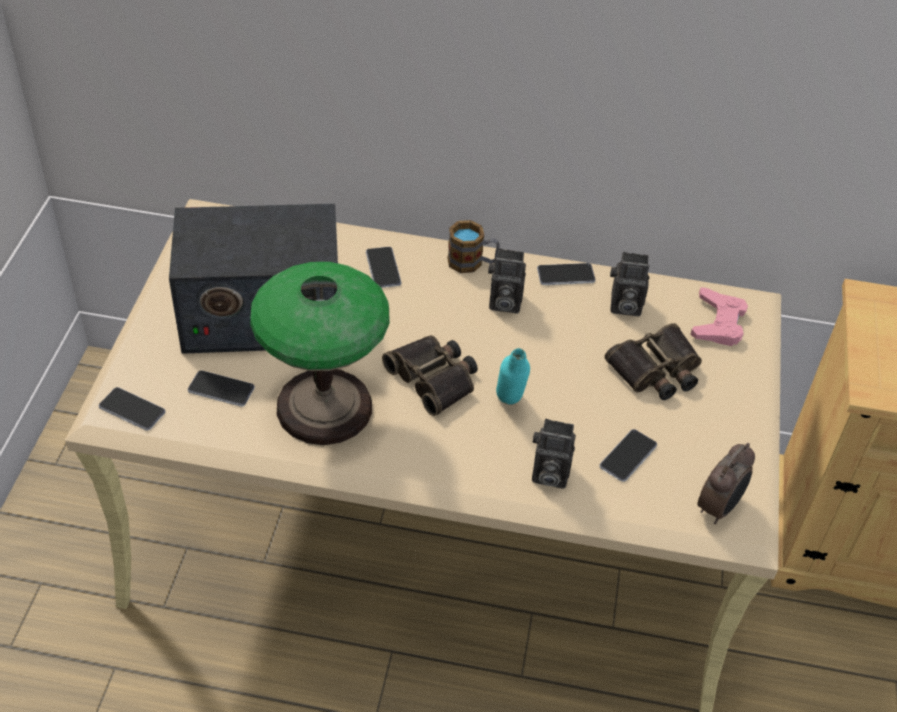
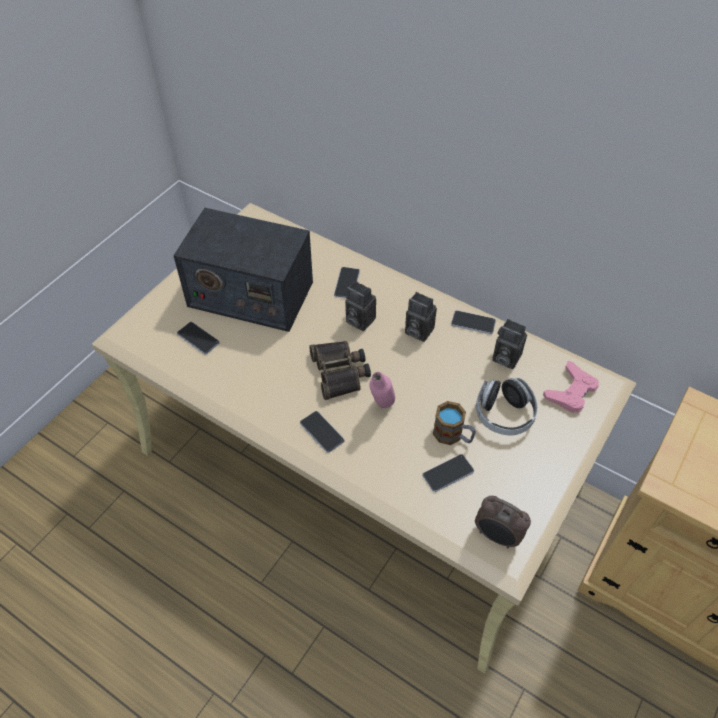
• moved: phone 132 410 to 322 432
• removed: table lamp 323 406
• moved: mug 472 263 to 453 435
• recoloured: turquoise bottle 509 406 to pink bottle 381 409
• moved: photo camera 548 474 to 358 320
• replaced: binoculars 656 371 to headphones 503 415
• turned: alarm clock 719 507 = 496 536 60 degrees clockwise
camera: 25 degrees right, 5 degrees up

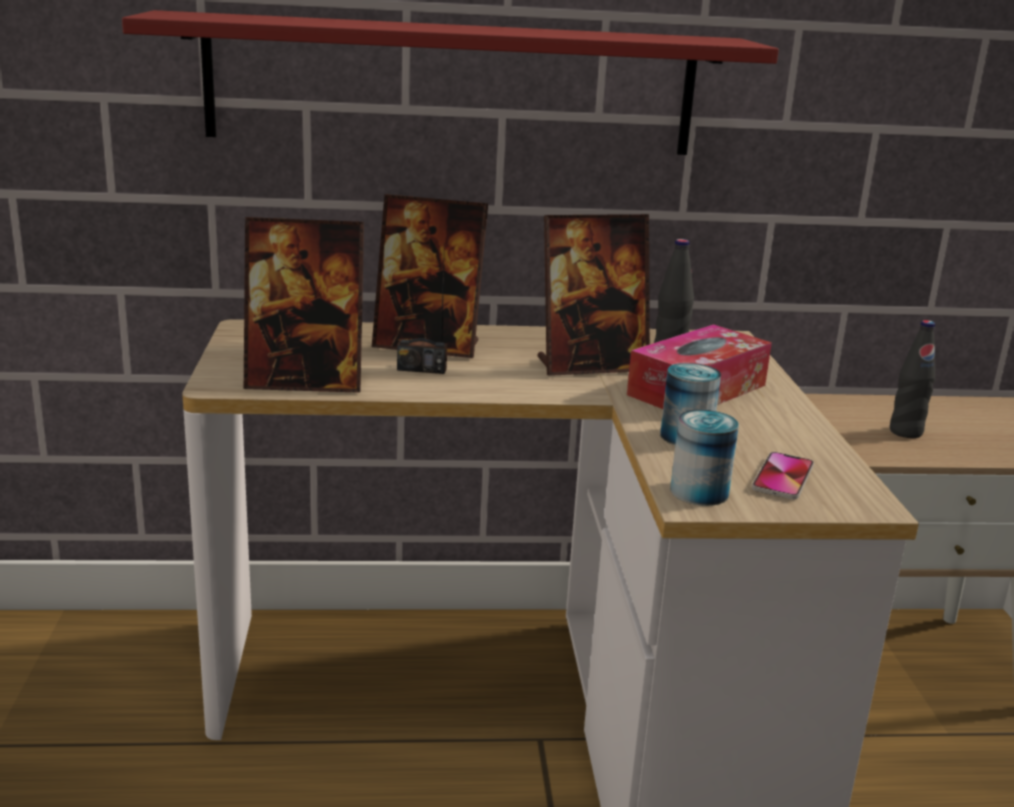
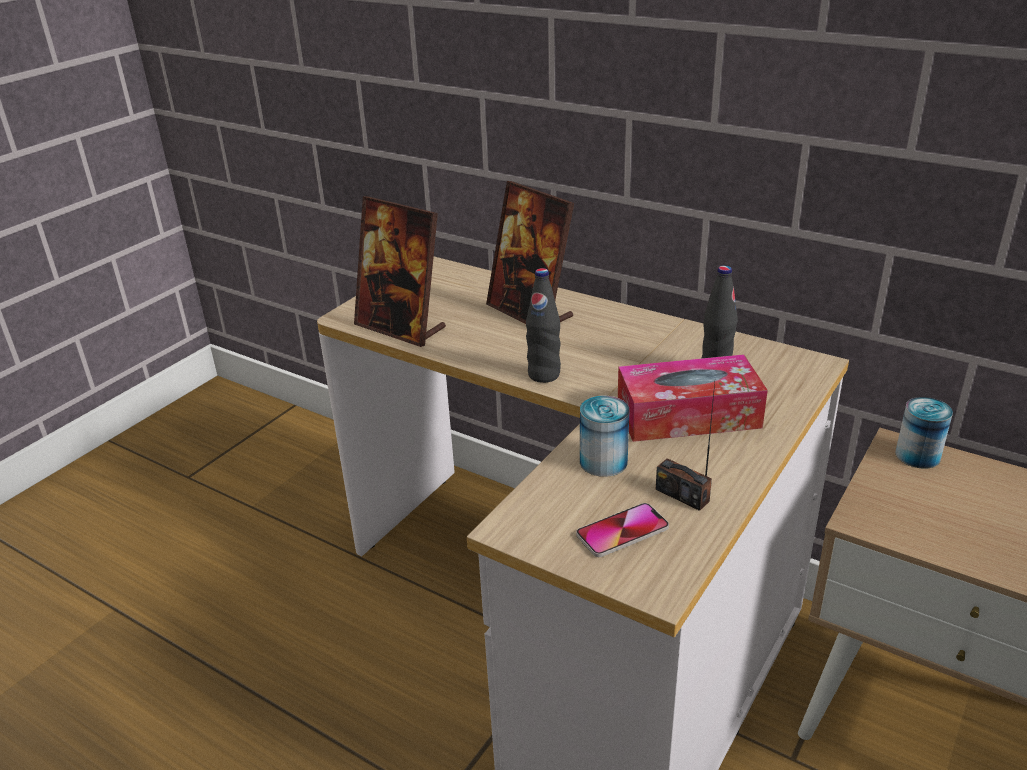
• removed: red shelf 452 86
• moved: radio 422 369 to 682 495
• removed: picture frame 591 366
• moved: can 699 492 to 917 455
• moved: black bottle 905 432 to 544 375
camera: 40 degrees right, 10 degrees up

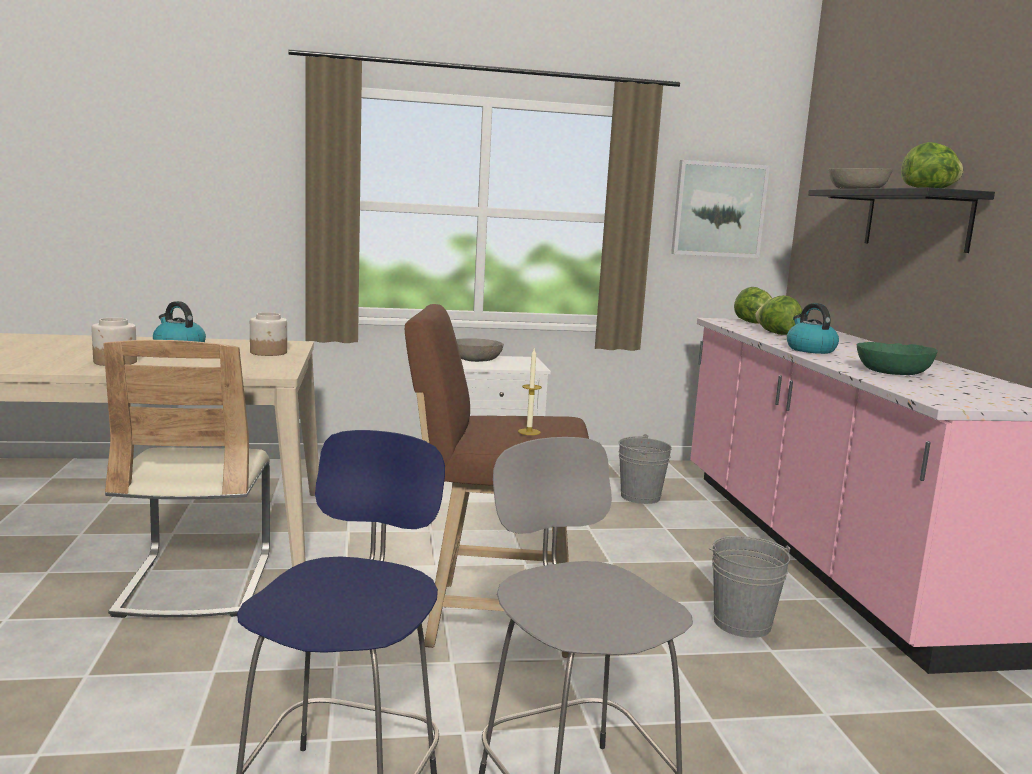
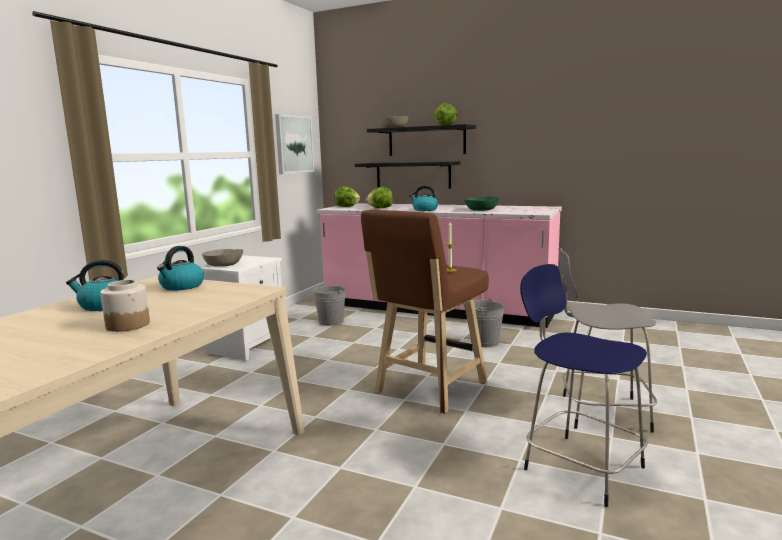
• removed: beige chair 196 583
• replaced: jar 269 352 to kettle 182 286
• added: black shelf 413 175
camera: 55 degrees left, 0 degrees up

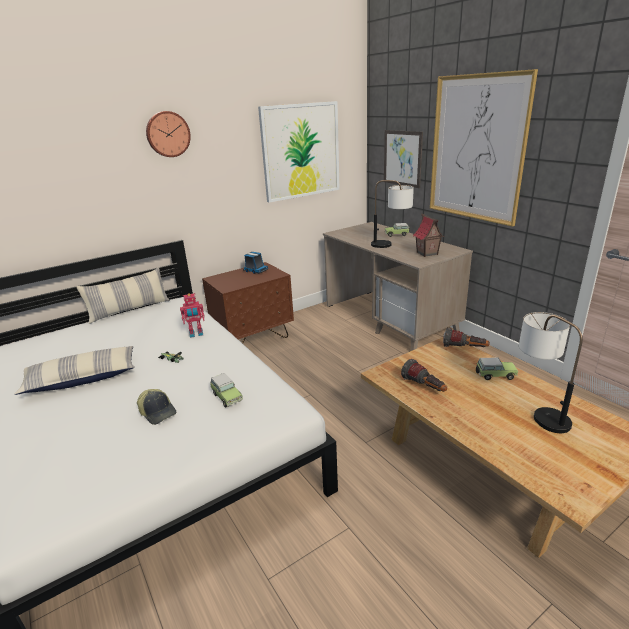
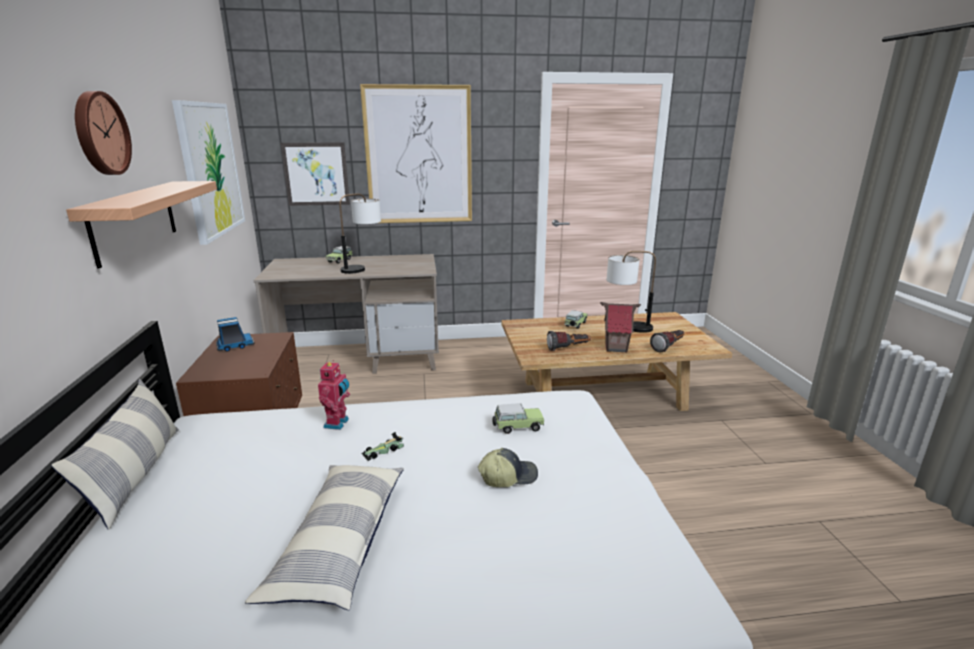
• moved: toy house 427 253 to 616 348
• moved: flashlight 465 348 to 669 347
• added: shelf 134 220
camera: 65 degrees left, 5 degrees down

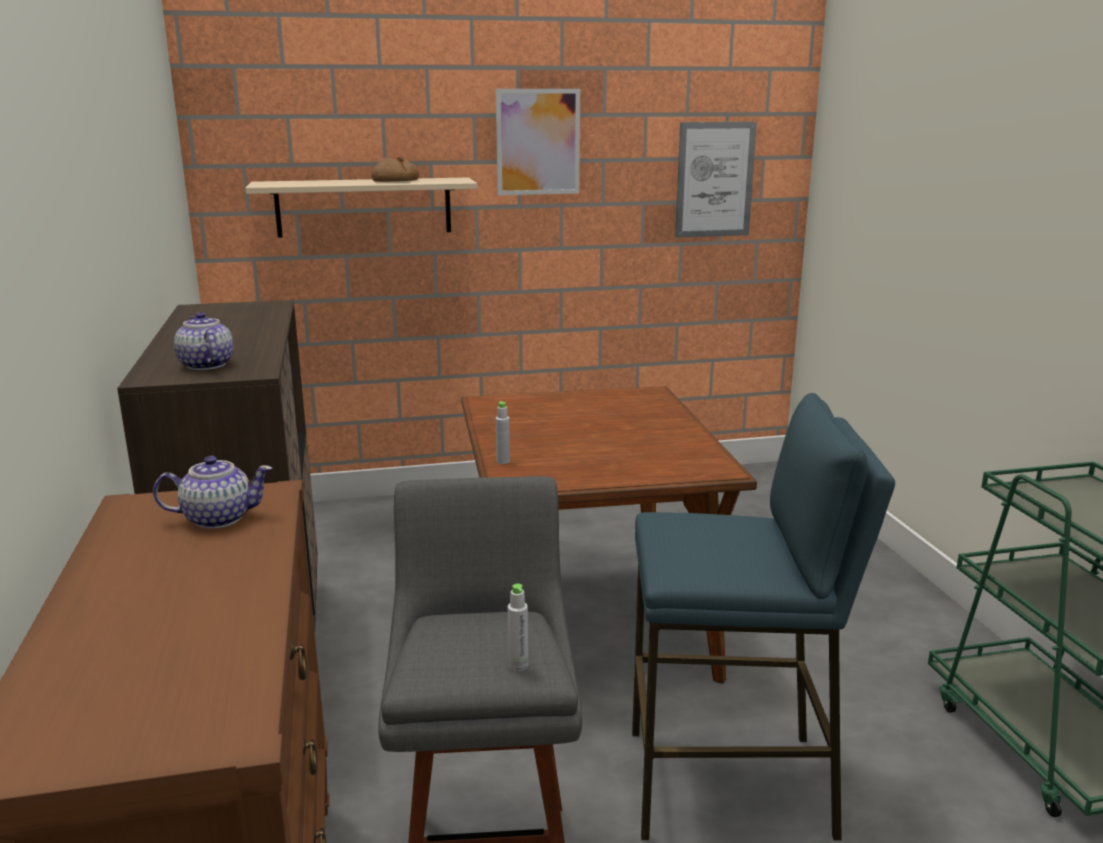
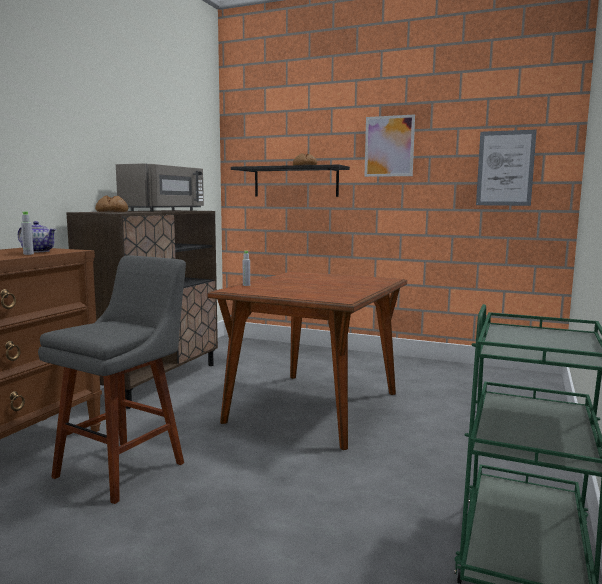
• replaced: teapot 206 365 to bread 112 212
• recoloured: beige shelf 364 207 to black shelf 295 182
• moved: grey bottle 518 665 to 28 254
• removed: blue stool 730 784
• added: grey microwave 165 210
camera: 35 degrees right, 10 degrees down

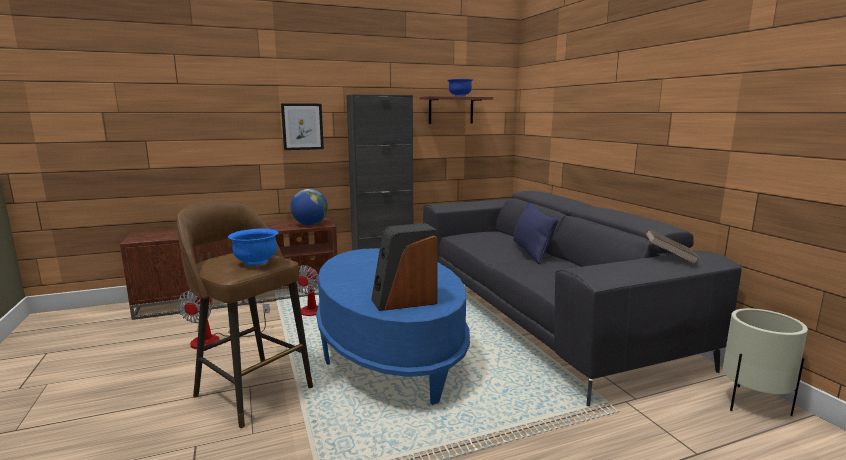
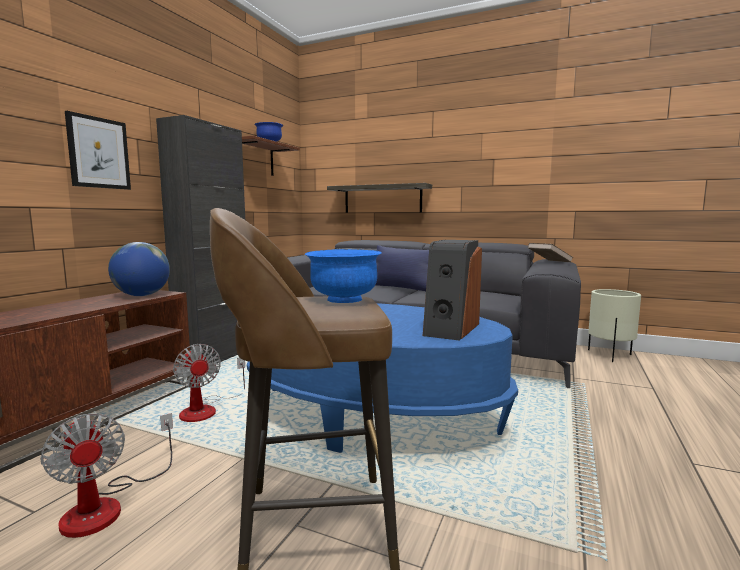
• added: shelf 382 199
camera: 45 degrees left, 5 degrees down

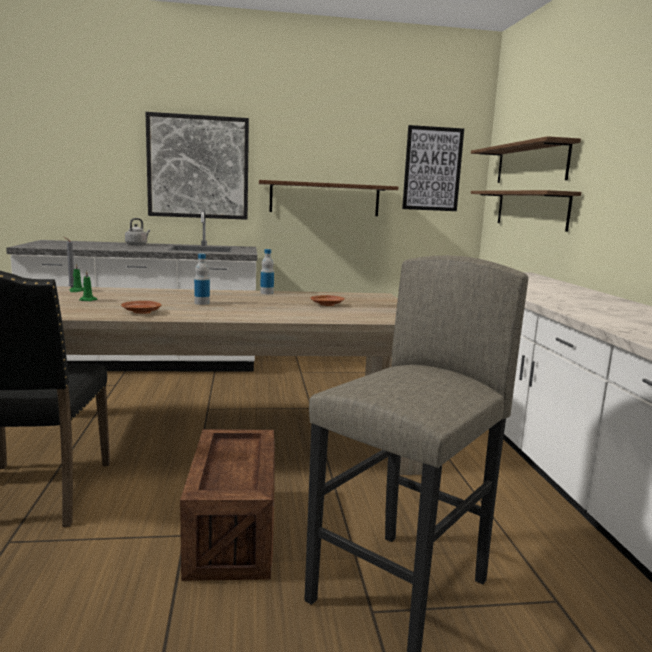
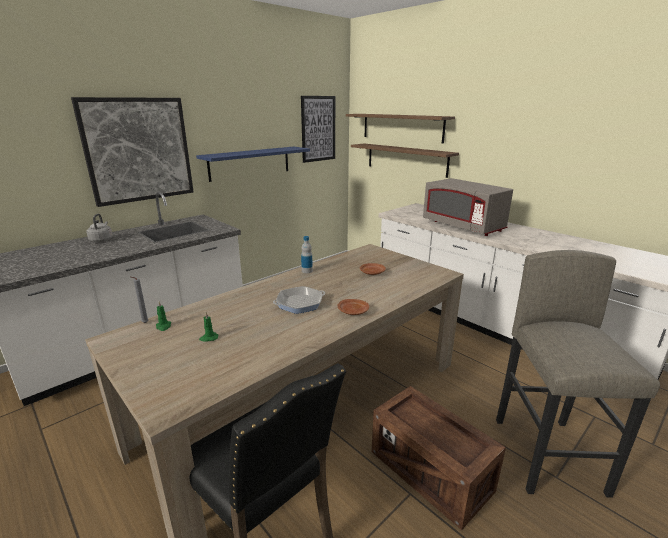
• moved: brown plate 141 312 to 353 312
• replaced: bottle 202 303 to frying pan 299 303
• recoloured: brown shelf 324 198 to blue shelf 250 163
• added: grey microwave 463 226
camera: 35 degrees left, 10 degrees up

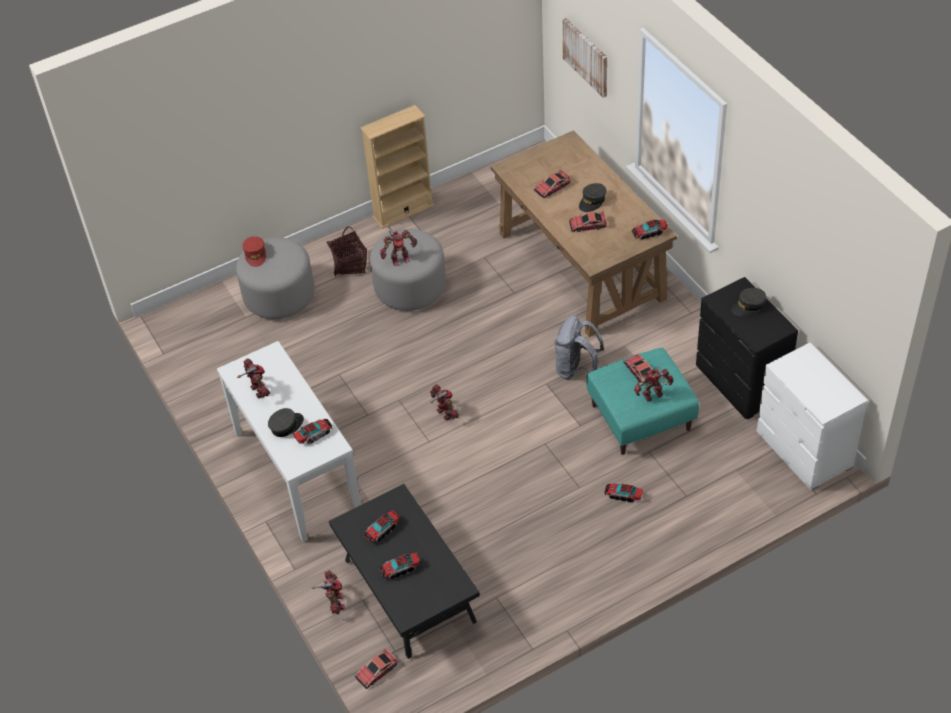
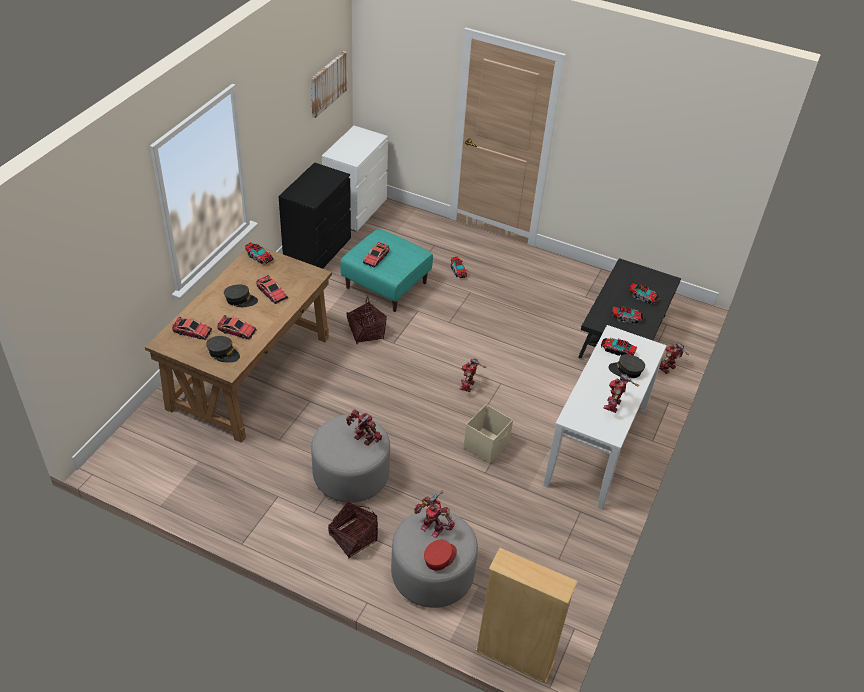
• moved: toy car 376 671 to 192 331
• moved: beige bookcase 403 211 to 514 657
• replaced: grey backpack 576 369 to basket 366 332
• moved: picture 586 56 to 328 83
• moved: toy robot 653 395 to 433 527
• moved: grey cap 748 306 to 223 353
• added: beige storage box 487 445
camera: 130 degrees left, 5 degrees down

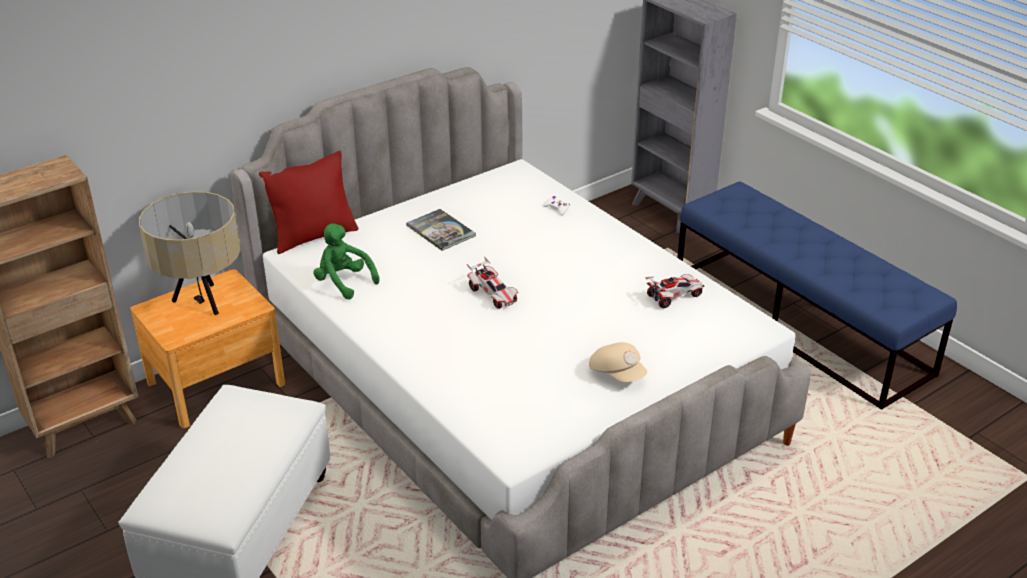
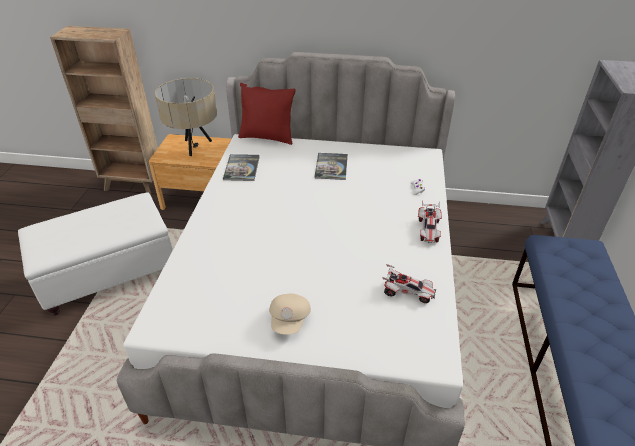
• replaced: green plush toy 343 282 to book 241 168
• moved: toy car 493 295 to 428 230
camera: 45 degrees right, 5 degrees up

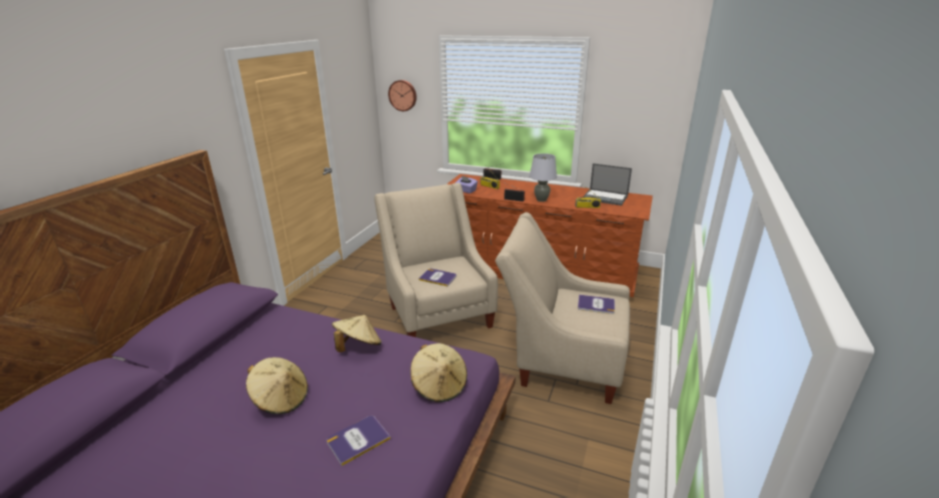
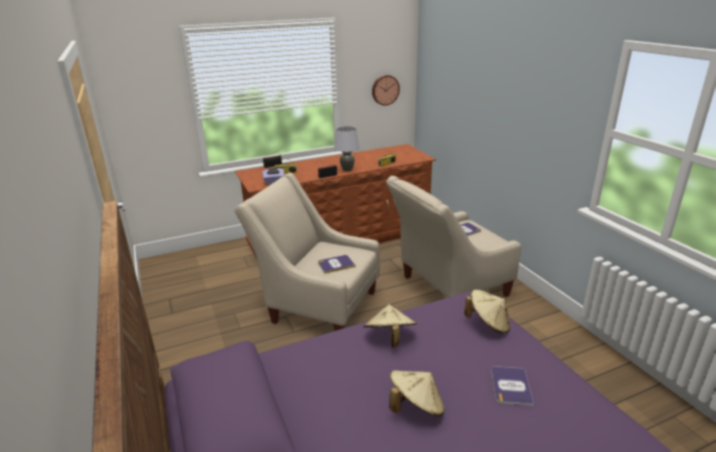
• moved: wall clock 403 95 to 385 90
• removed: laptop 605 197
camera: 45 degrees left, 0 degrees up

